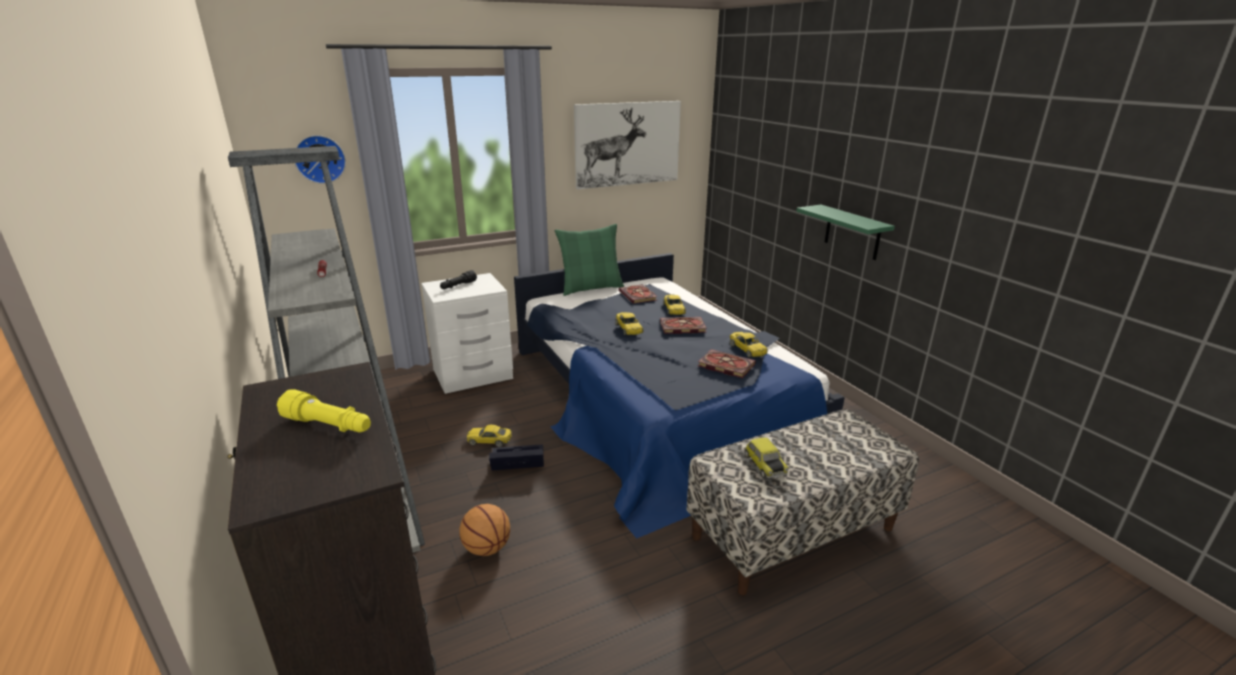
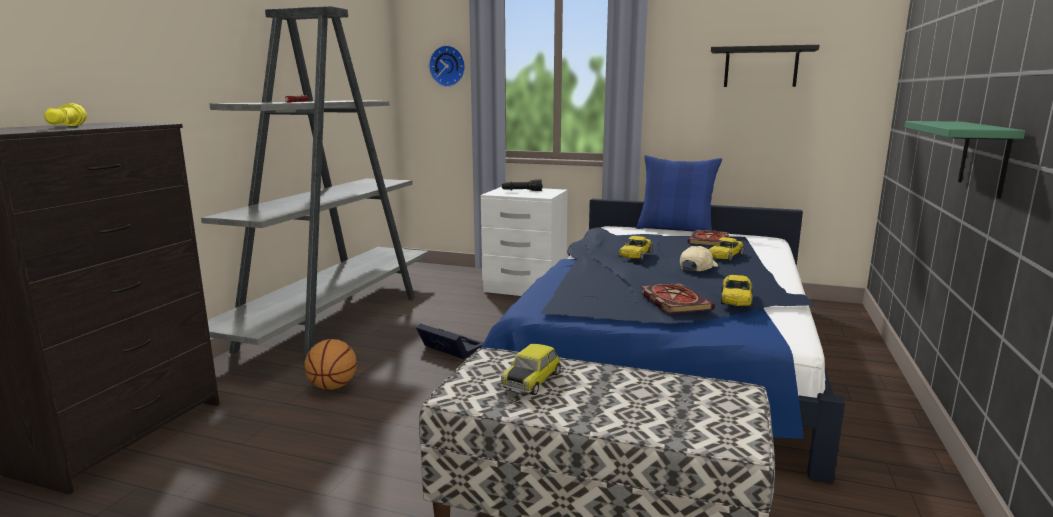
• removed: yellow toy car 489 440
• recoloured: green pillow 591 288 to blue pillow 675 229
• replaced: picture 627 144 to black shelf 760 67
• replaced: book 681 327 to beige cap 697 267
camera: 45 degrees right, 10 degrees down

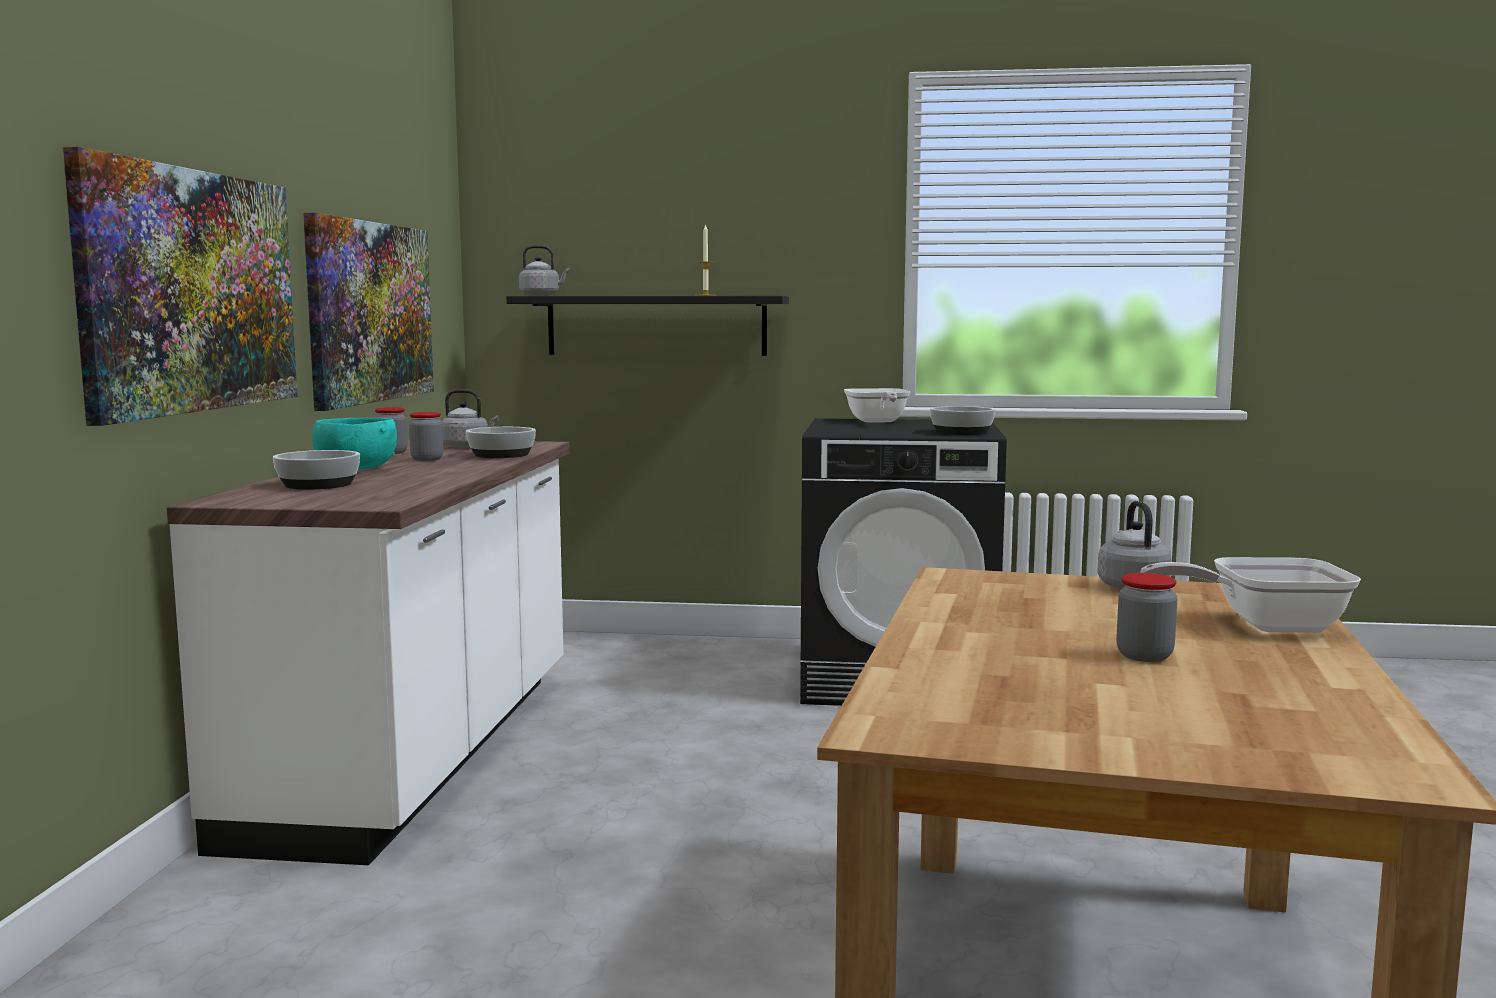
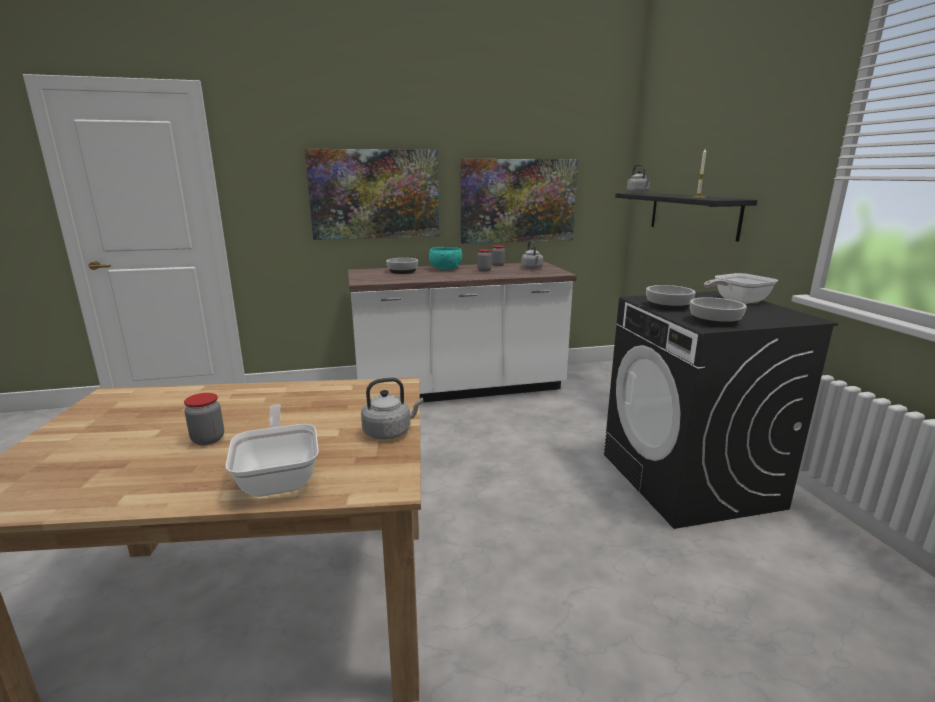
• moved: bowl 501 455 to 667 306
camera: 70 degrees right, 10 degrees up

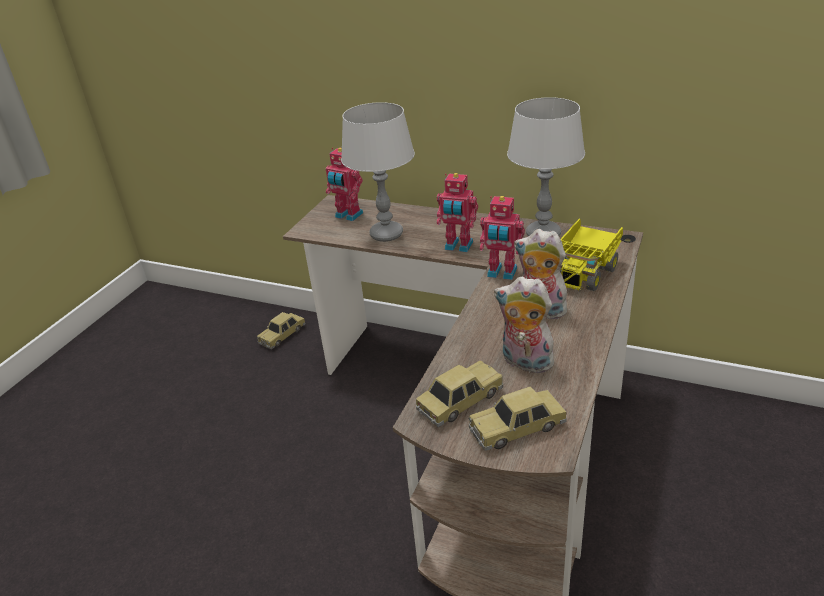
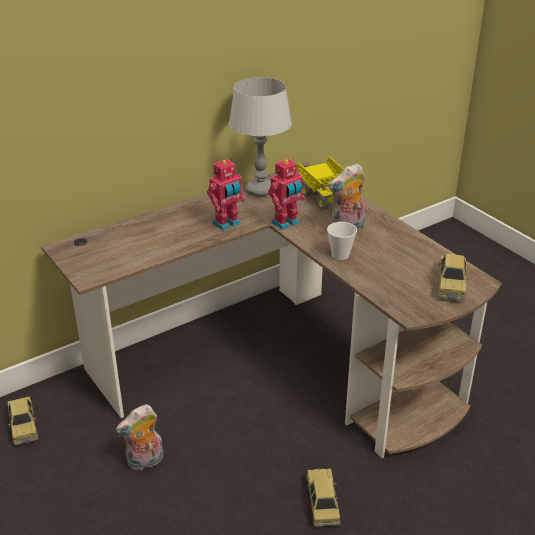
• removed: toy robot 348 216
• removed: grey table lamp 386 235
• moved: toy car 460 401 to 322 502
• moved: plush toy 524 363 to 145 462
• added: cup 340 255
camera: 60 degrees left, 0 degrees up

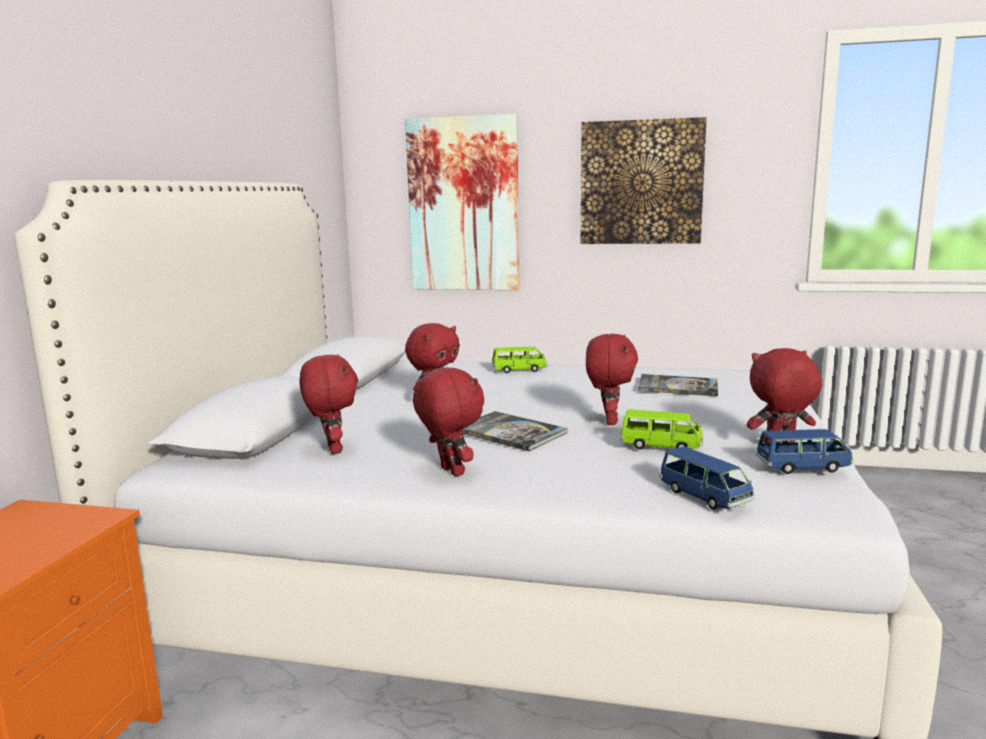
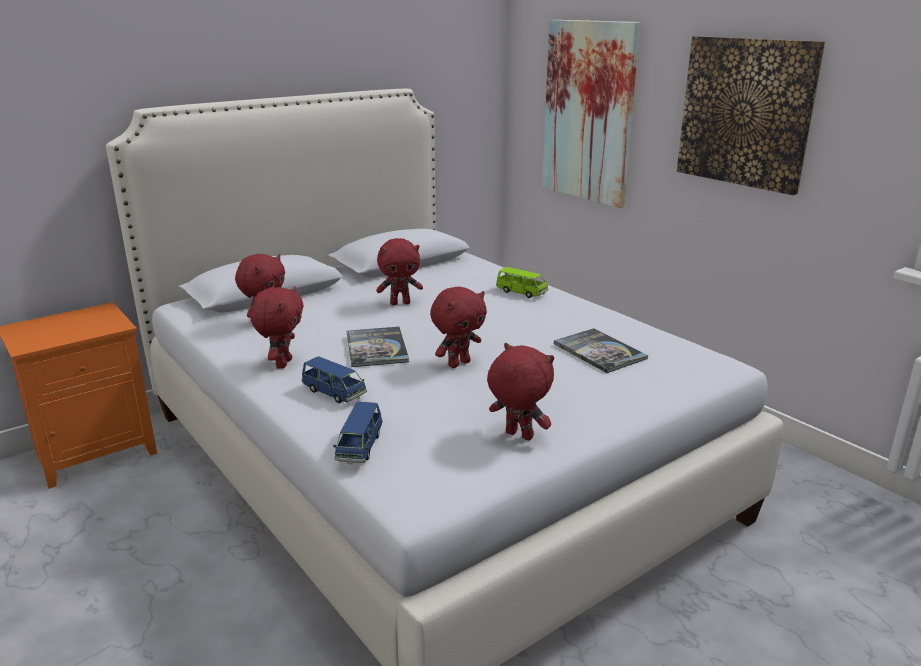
• removed: green toy car 661 446
• moved: blue toy car 802 467 to 334 393
camera: 40 degrees right, 10 degrees up

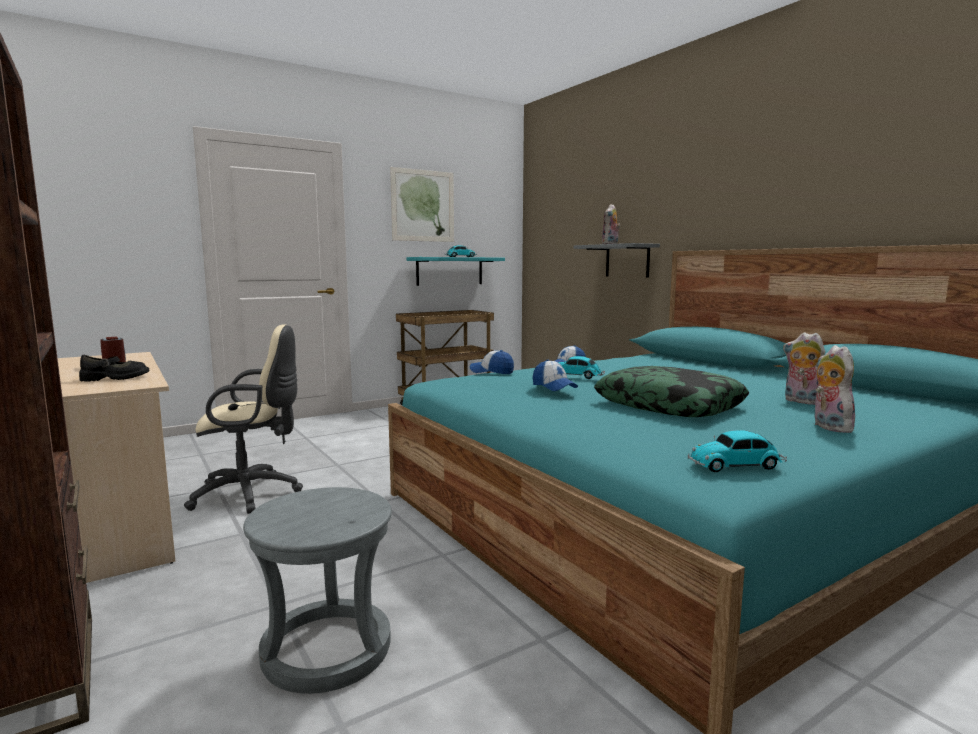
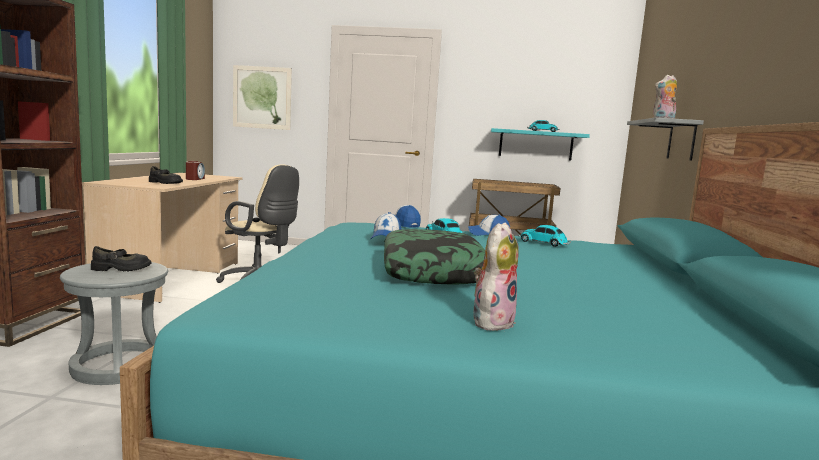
• moved: picture 423 206 to 262 97
• moved: toy car 737 465 to 544 243
• removed: plush toy 801 401
• added: black shoe 121 269
camera: 40 degrees right, 0 degrees up

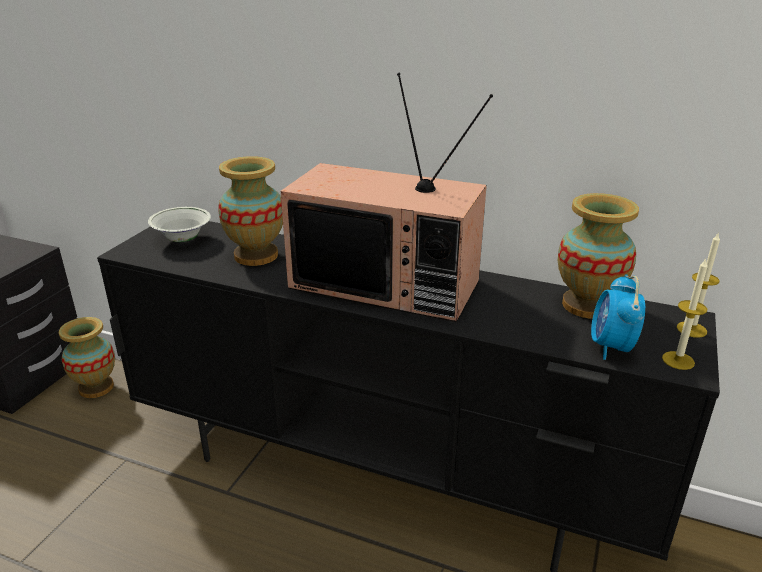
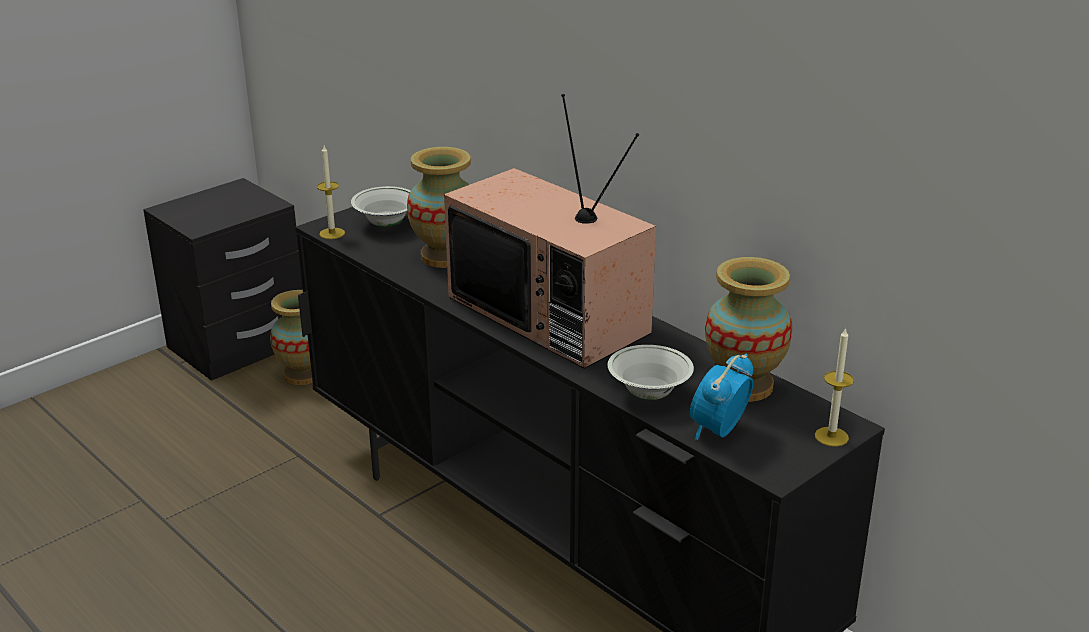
• moved: candle 678 360 to 332 233
• added: white bowl 649 394
camera: 25 degrees right, 0 degrees up

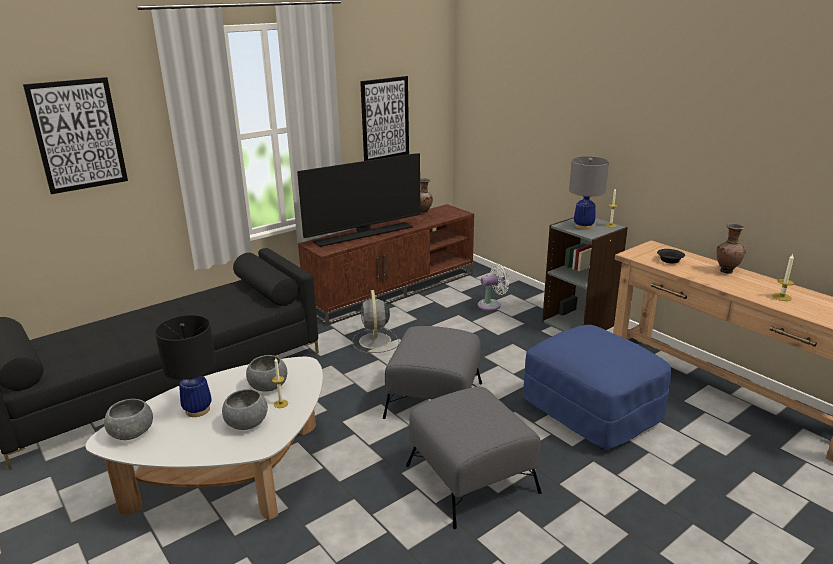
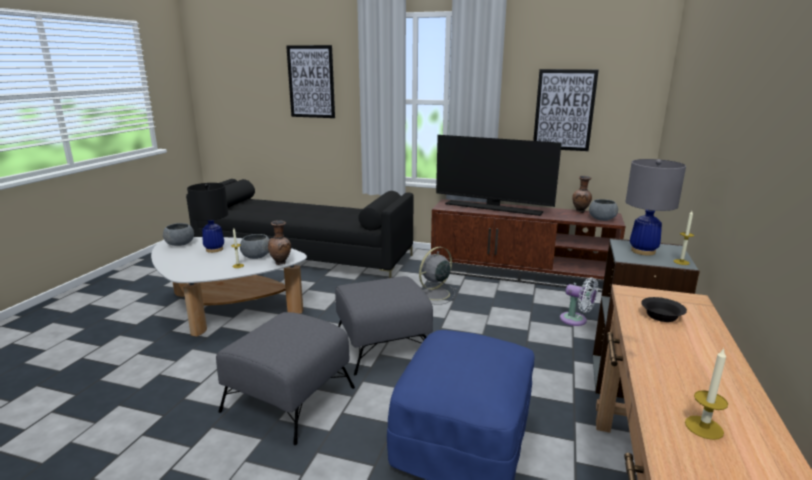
• moved: grey bowl 246 423 to 602 219
• moved: brown vase 726 271 to 281 263
camera: 55 degrees right, 5 degrees down

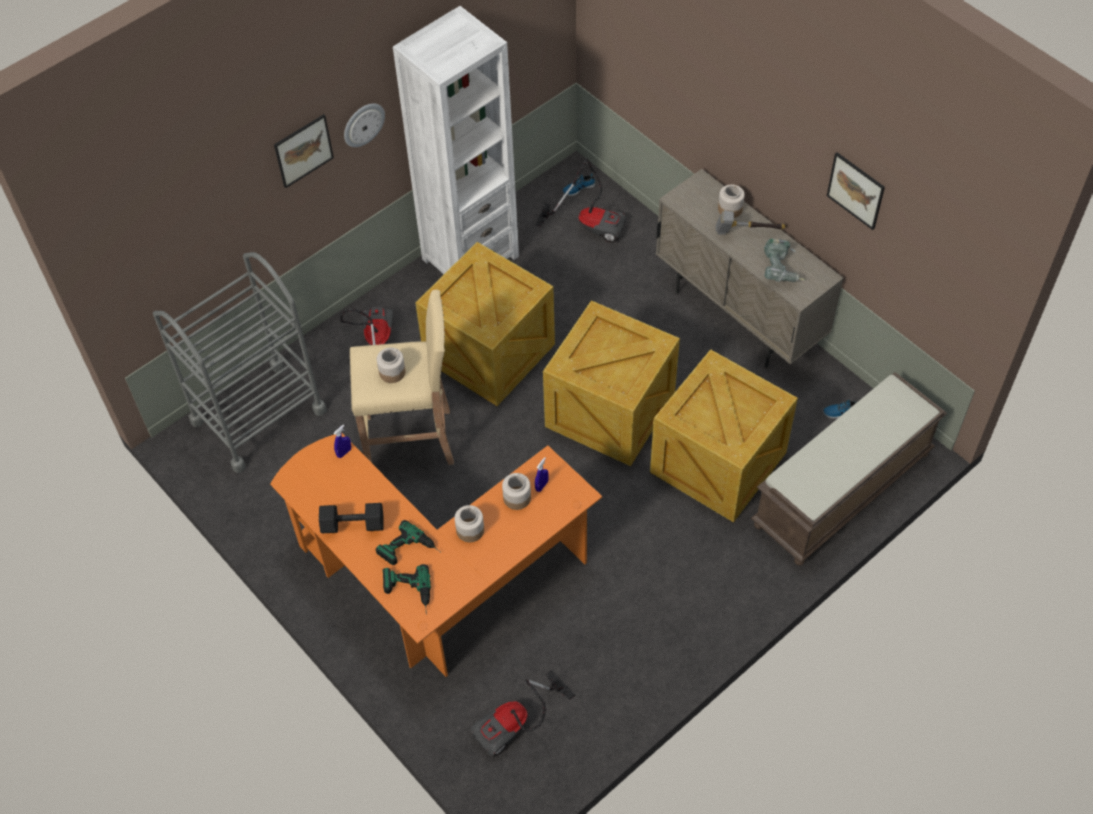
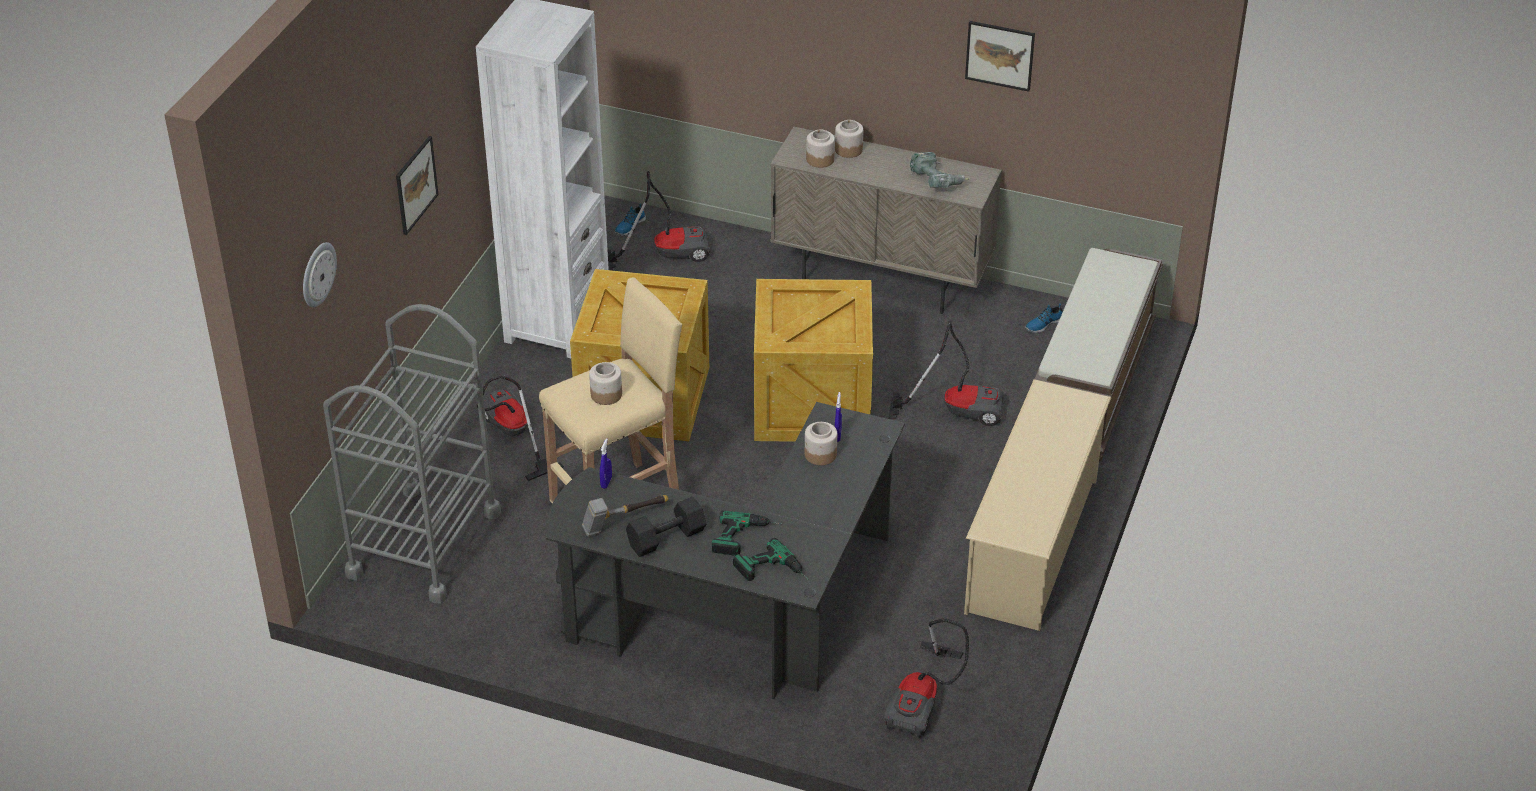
• recoloured: orange desk 435 584 to black desk 743 617
• moved: wall clock 363 124 to 317 274
• moved: jar 470 530 to 820 159
• replaced: crate 718 464 to vacuum cleaner 957 409
• moved: hammer 747 233 to 624 522
• added: beige shoe rack 1032 544
camera: 30 degrees left, 15 degrees down

